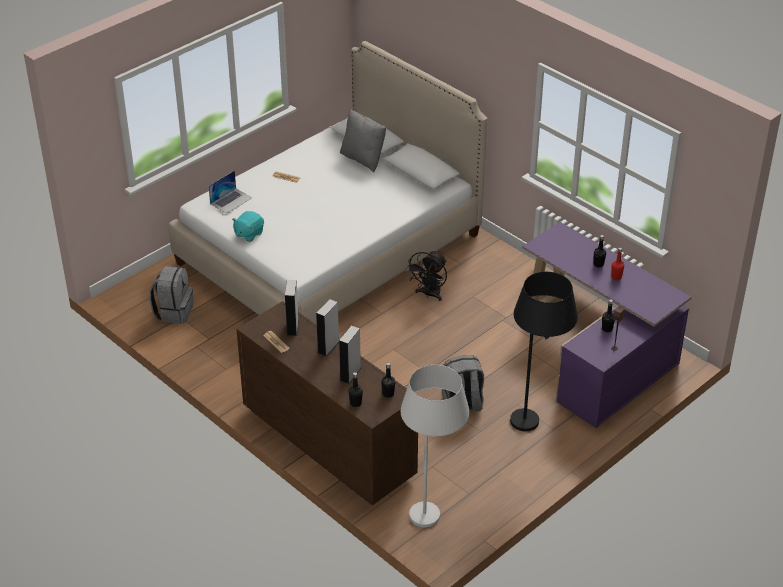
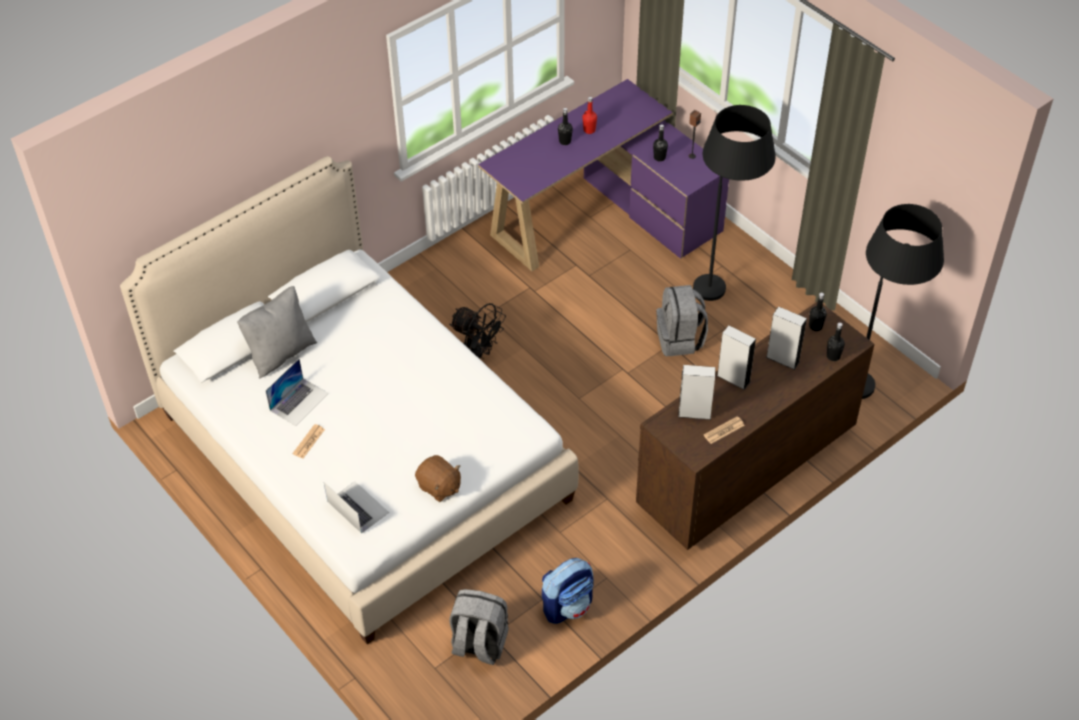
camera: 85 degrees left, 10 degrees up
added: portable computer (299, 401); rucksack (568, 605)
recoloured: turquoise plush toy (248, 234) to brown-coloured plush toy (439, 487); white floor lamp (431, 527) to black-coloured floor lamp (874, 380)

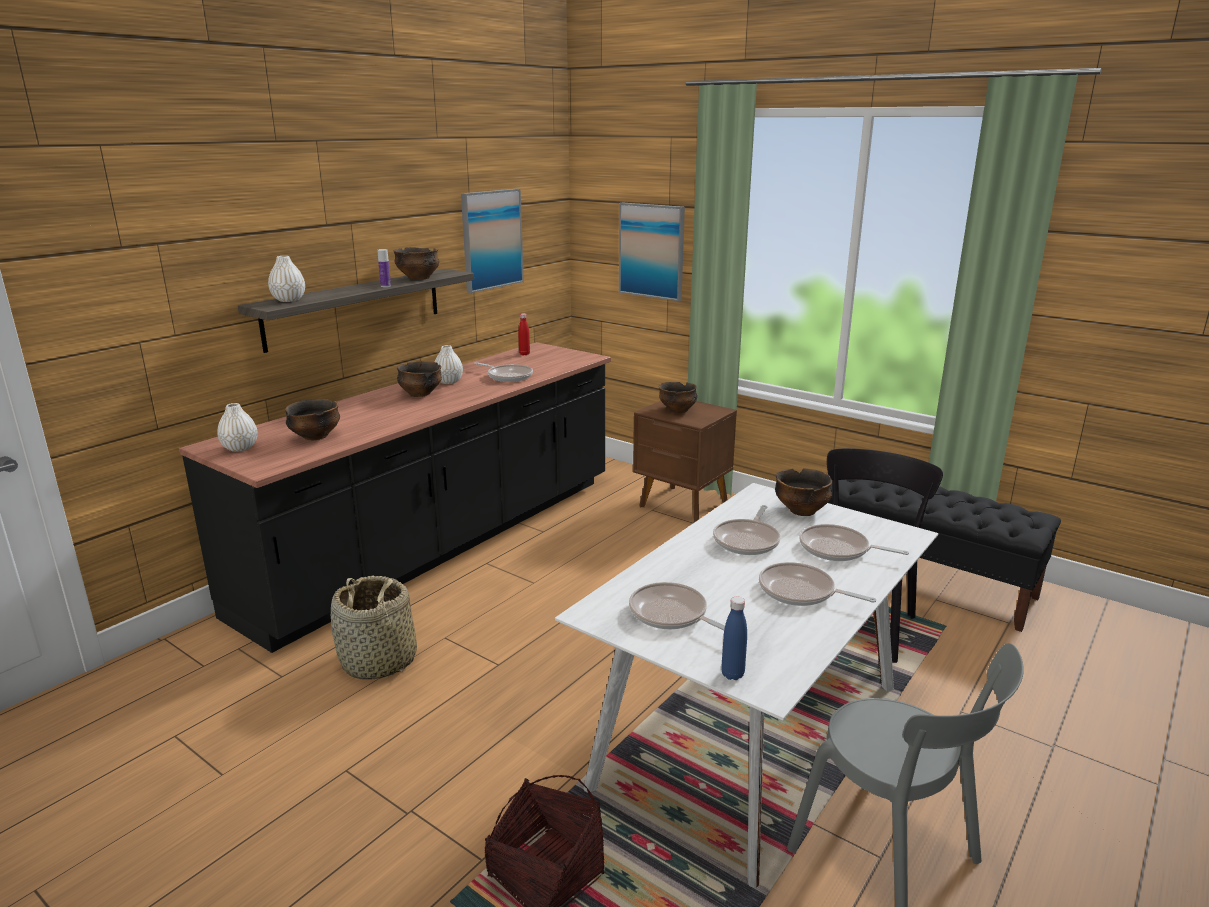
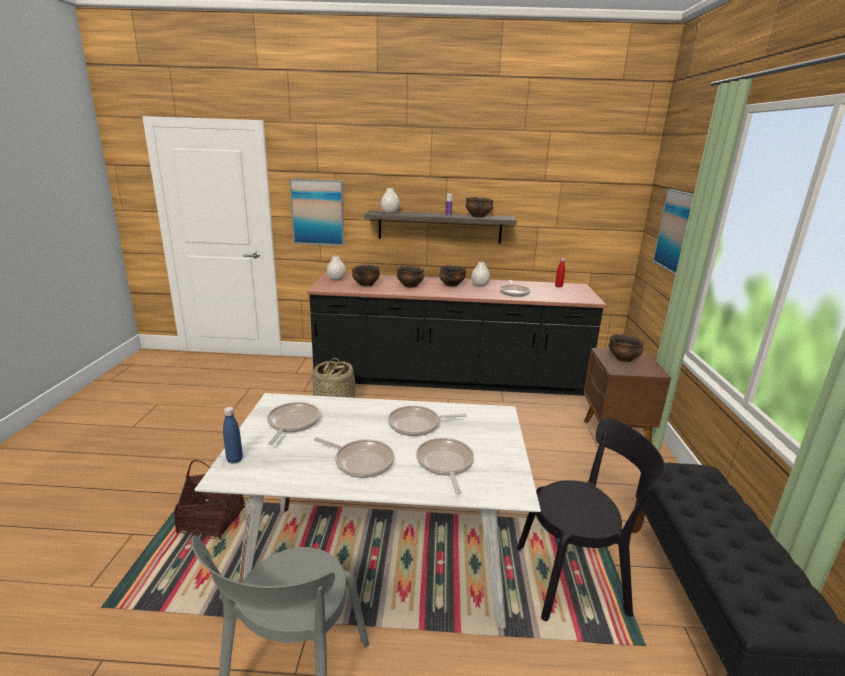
camera: 55 degrees right, 0 degrees up
moved: picture (491, 239) to (318, 212); deep dish (801, 510) to (410, 286)
turned: pan (801, 592) = (361, 461) 120 degrees clockwise

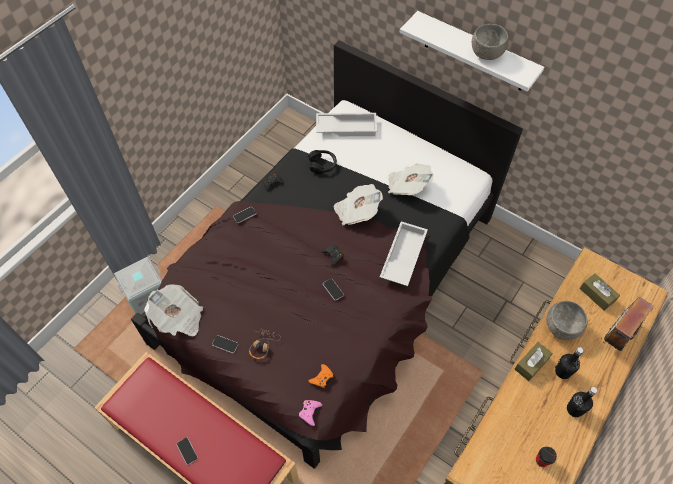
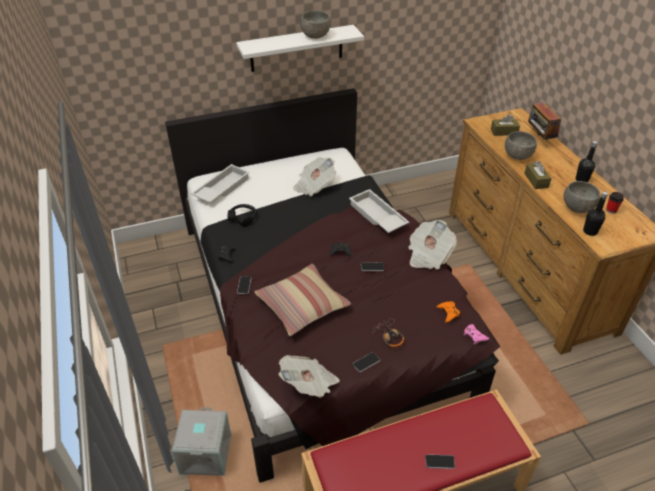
camera: 55 degrees left, 15 degrees down
added: pillow (302, 305); greyish deep dish (577, 208)
moved: printed paper (356, 211) to (428, 255); black-coloured bottle (562, 372) to (590, 231)

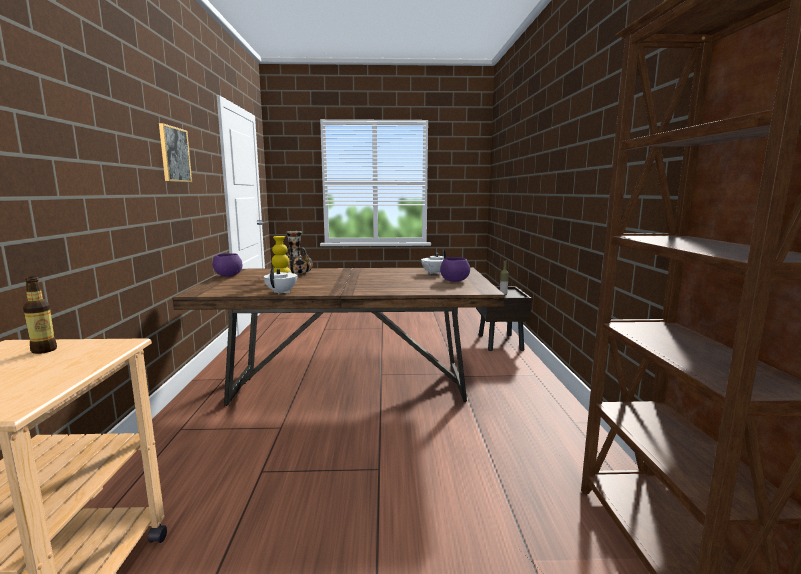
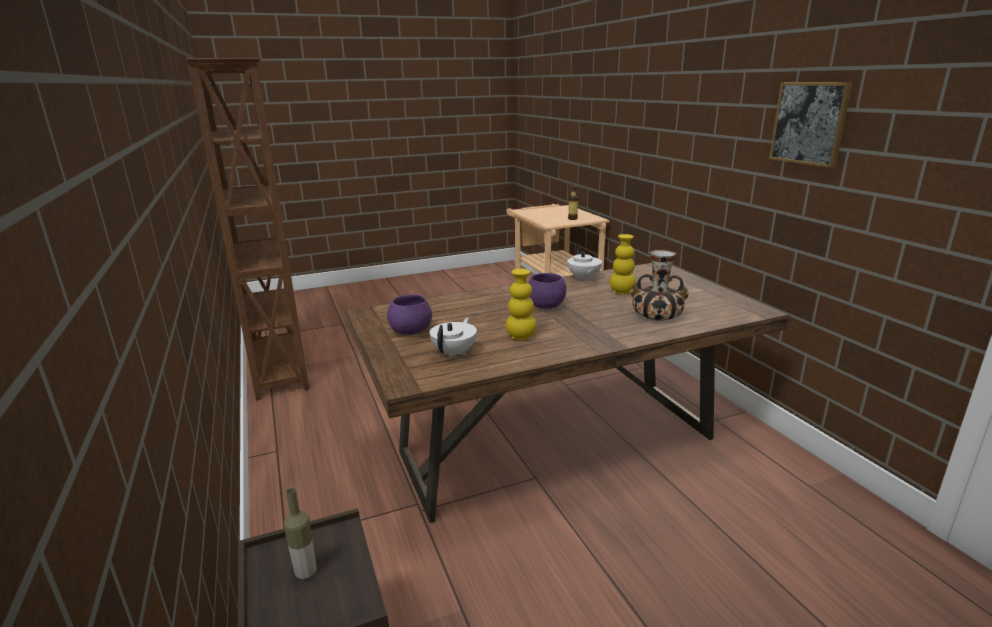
camera: 160 degrees right, 10 degrees up
added: yellowish flower vase (521, 337)
moved: purple-coloured deep dish (228, 275) to (545, 306)

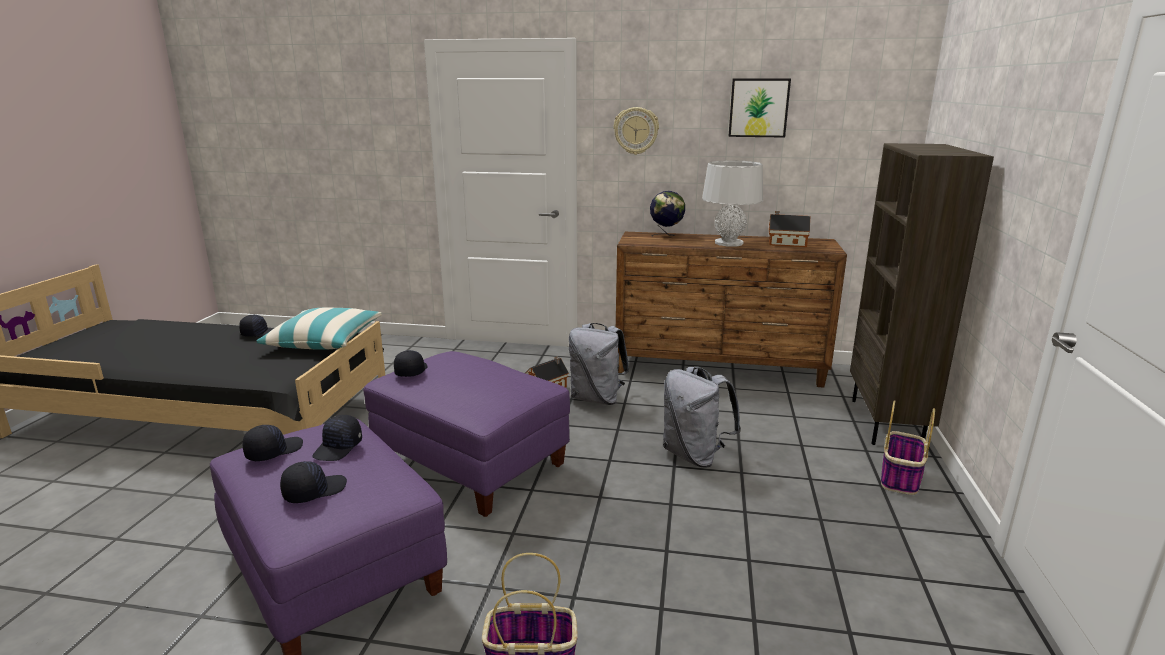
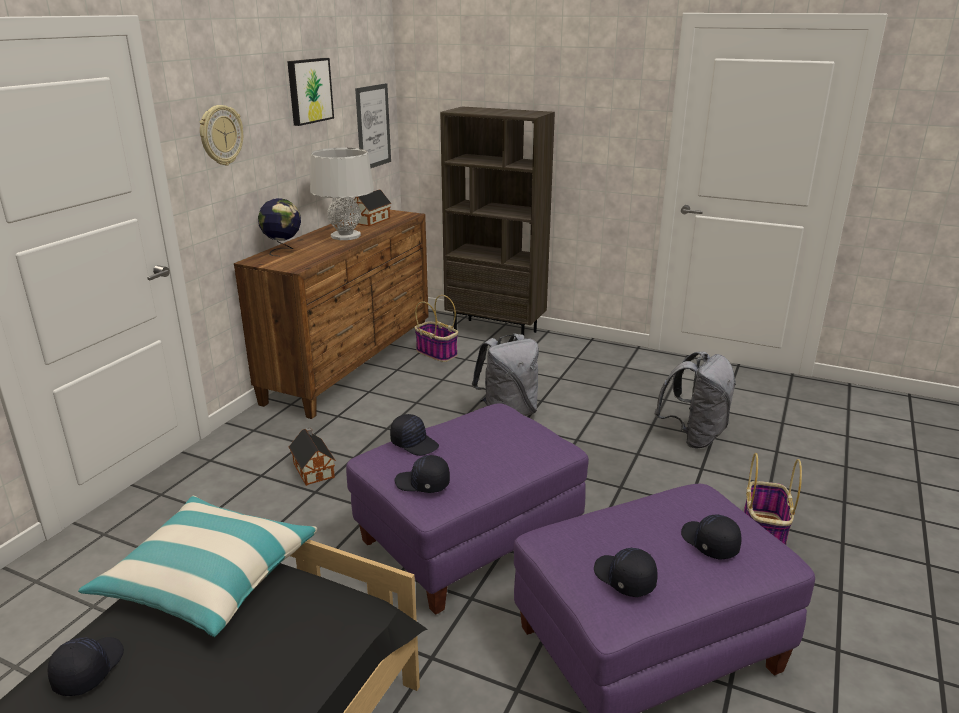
camera: 75 degrees left, 5 degrees up
added: picture (373, 126)
moved: black-coloured peaked cap (339, 448) to (414, 443); greyish rucksack (597, 399) to (694, 436); household basket (900, 478) to (437, 353)

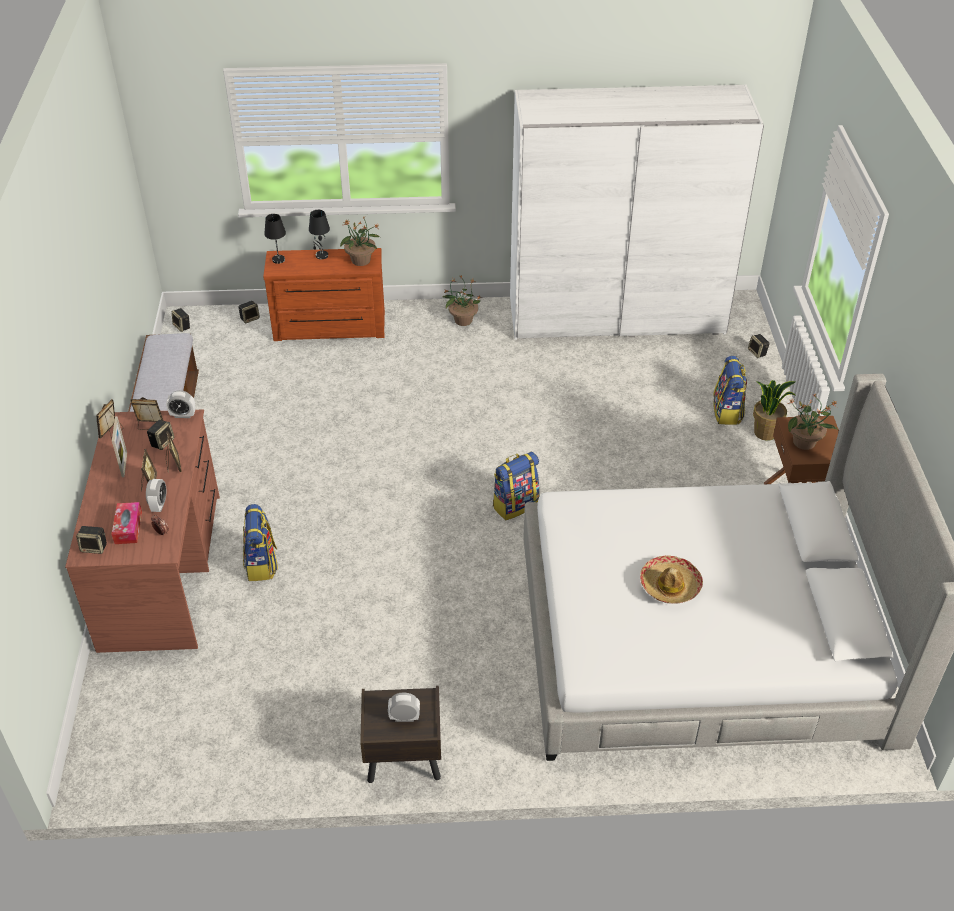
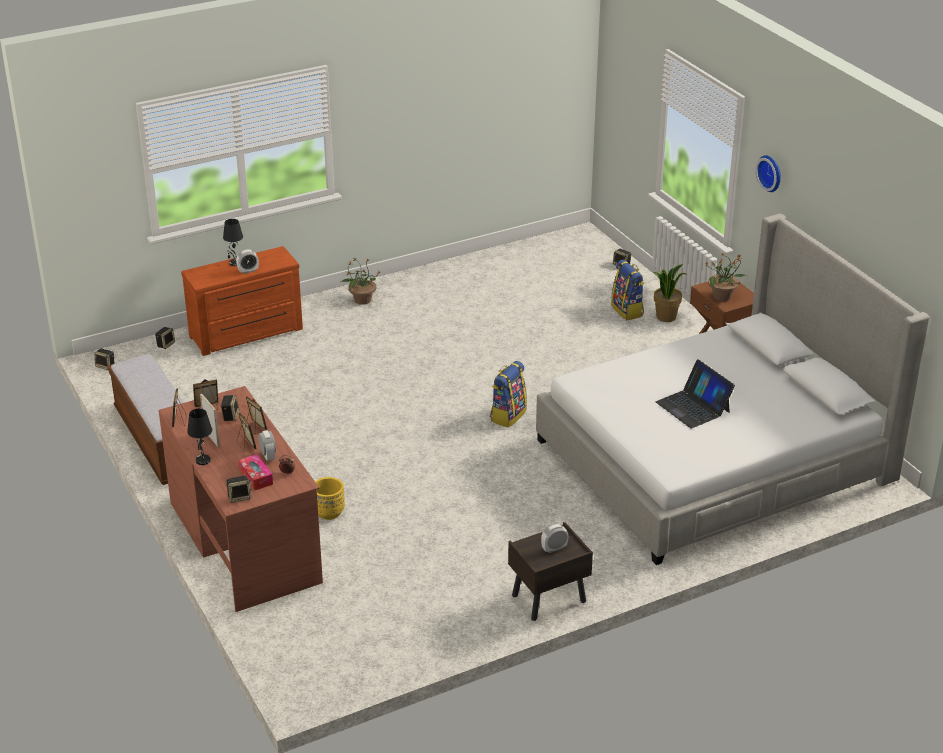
camera: 25 degrees left, 10 degrees down
removed: houseplant (361, 261); white clothes cupboard (616, 316)
added: clock on the wall (771, 173)
moved: table clock (183, 415) to (248, 271); black-coloured lamp for a table (278, 259) to (202, 460)
replaced: rucksack (262, 564) to yellowish flower pot (329, 513); clothing hat (669, 585) to portable computer (693, 407)

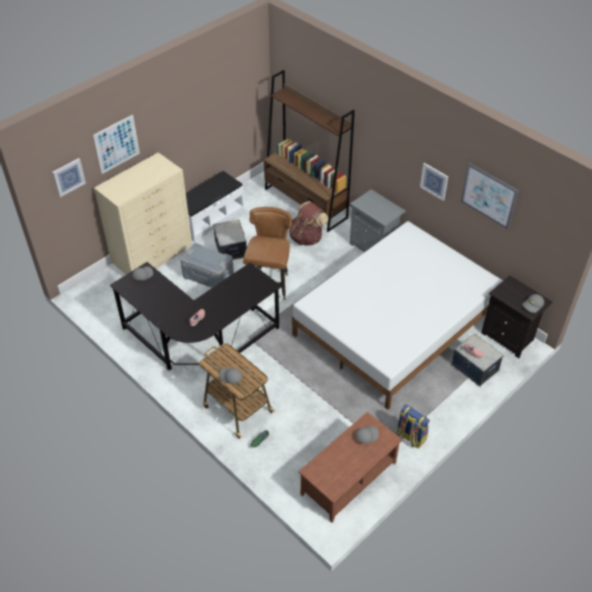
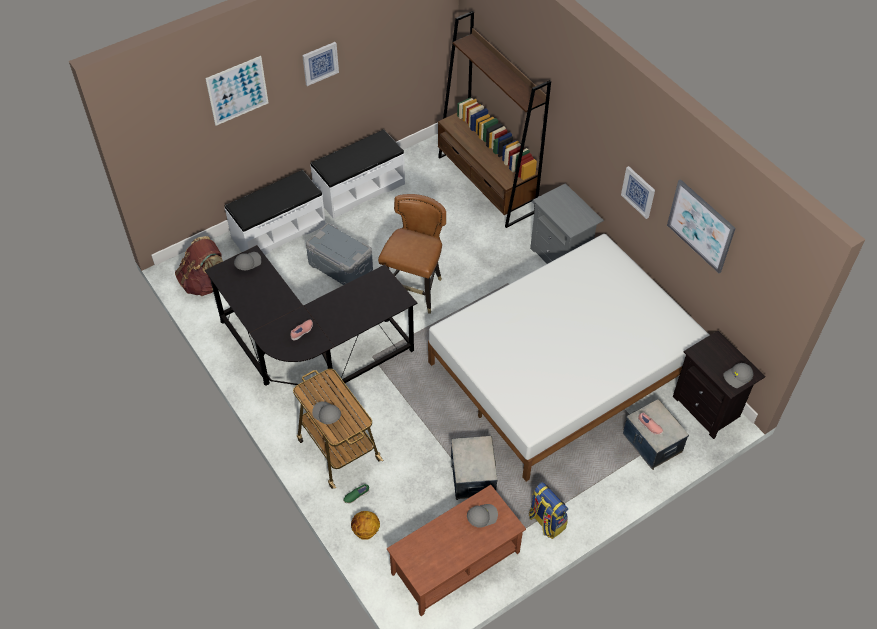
camera: 10 degrees right, 5 degrees up
added: ball for basketball (365, 531)
moved: picture (68, 177) to (320, 63); storage bin (230, 249) to (472, 476); brown-coloured rucksack (307, 238) to (204, 283)
replaced: beige-coloured drawer chest (153, 257) to white bench (278, 231)

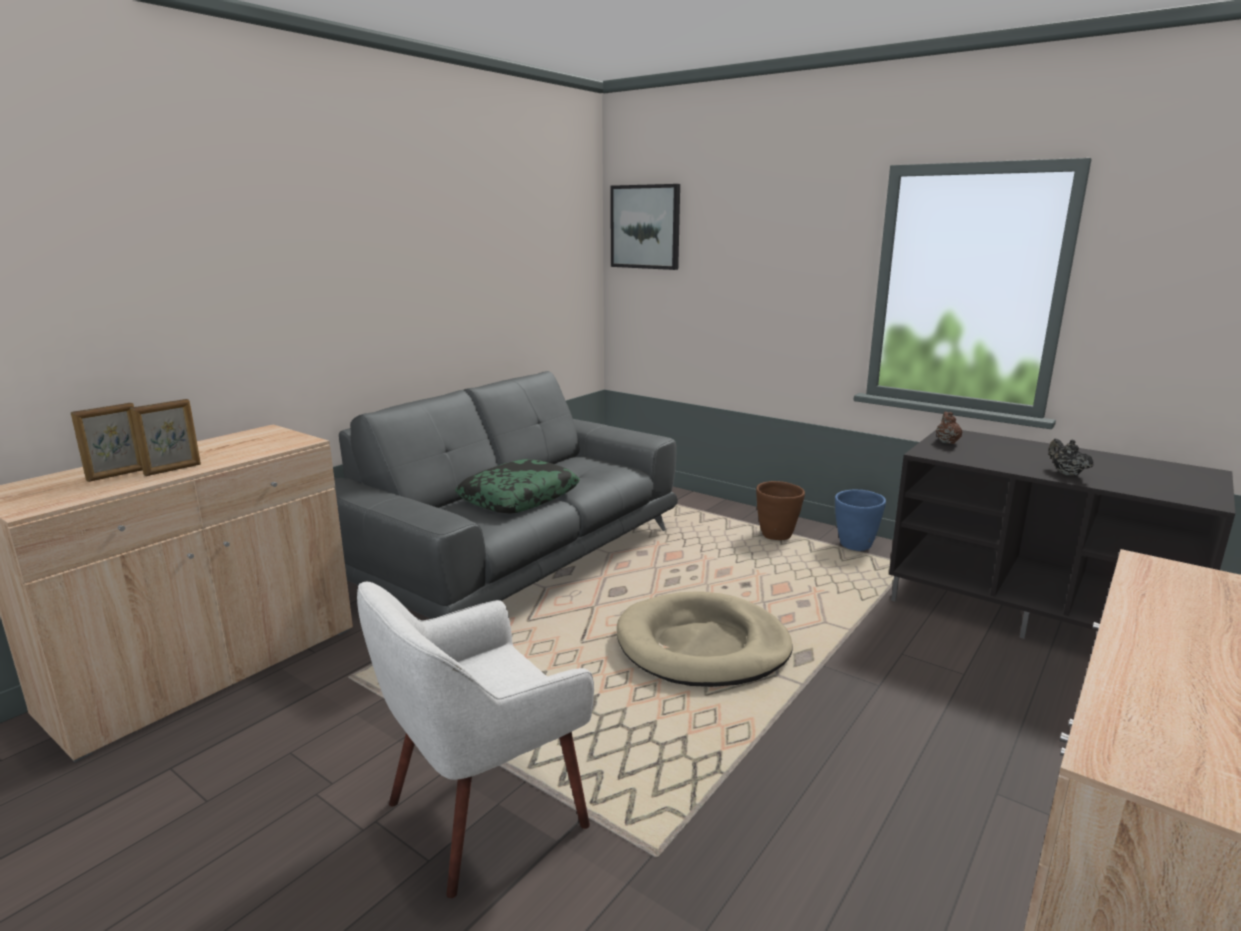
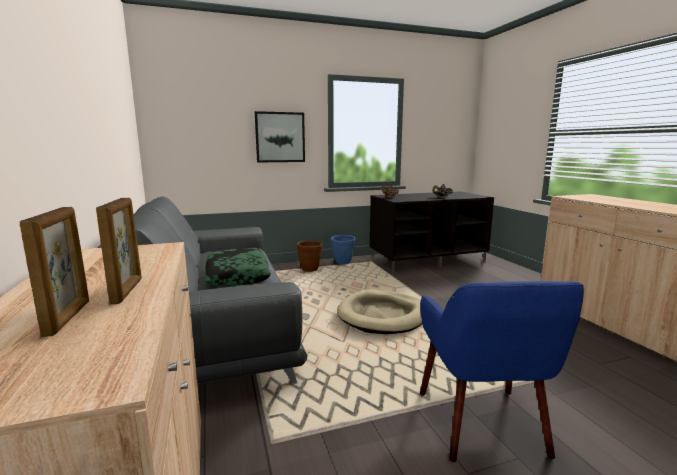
camera: 55 degrees left, 5 degrees down
moved: picture (645, 227) to (280, 137)
recoloured: white easy chair (483, 813) to blue easy chair (482, 423)

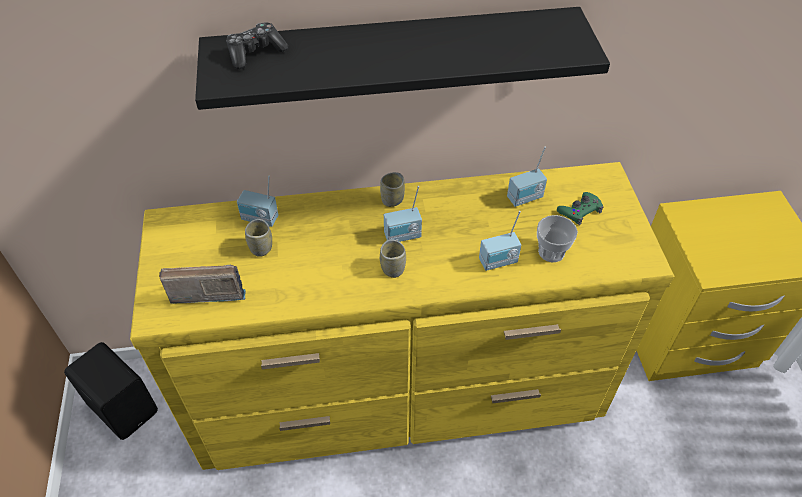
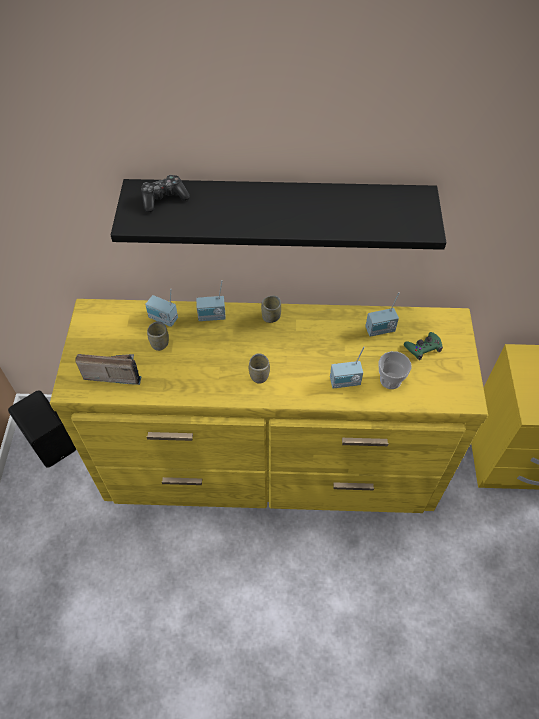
camera: 10 degrees right, 5 degrees up
moved: radio receiver (403, 236) to (212, 317)

